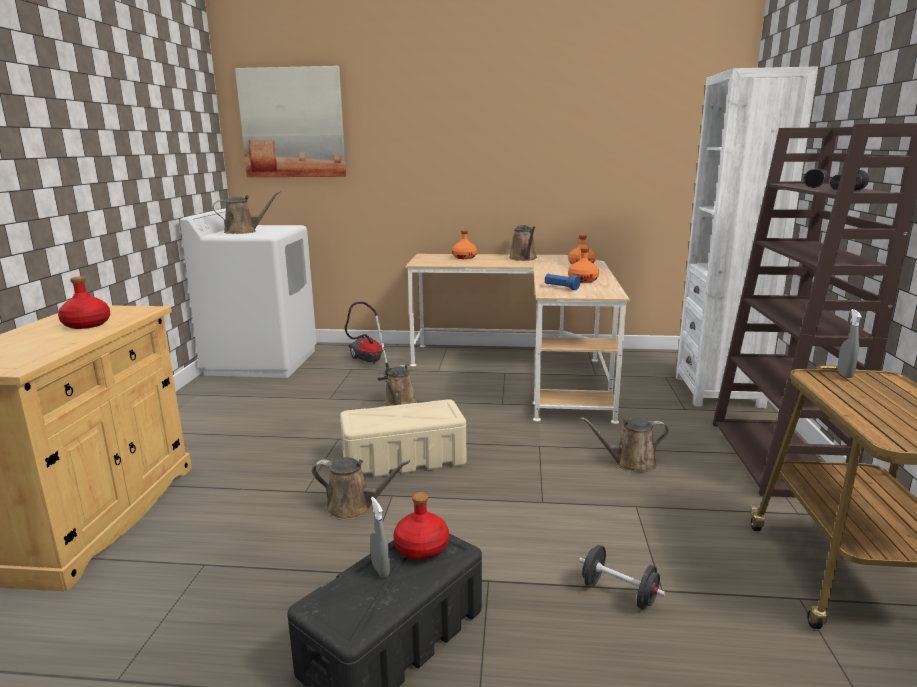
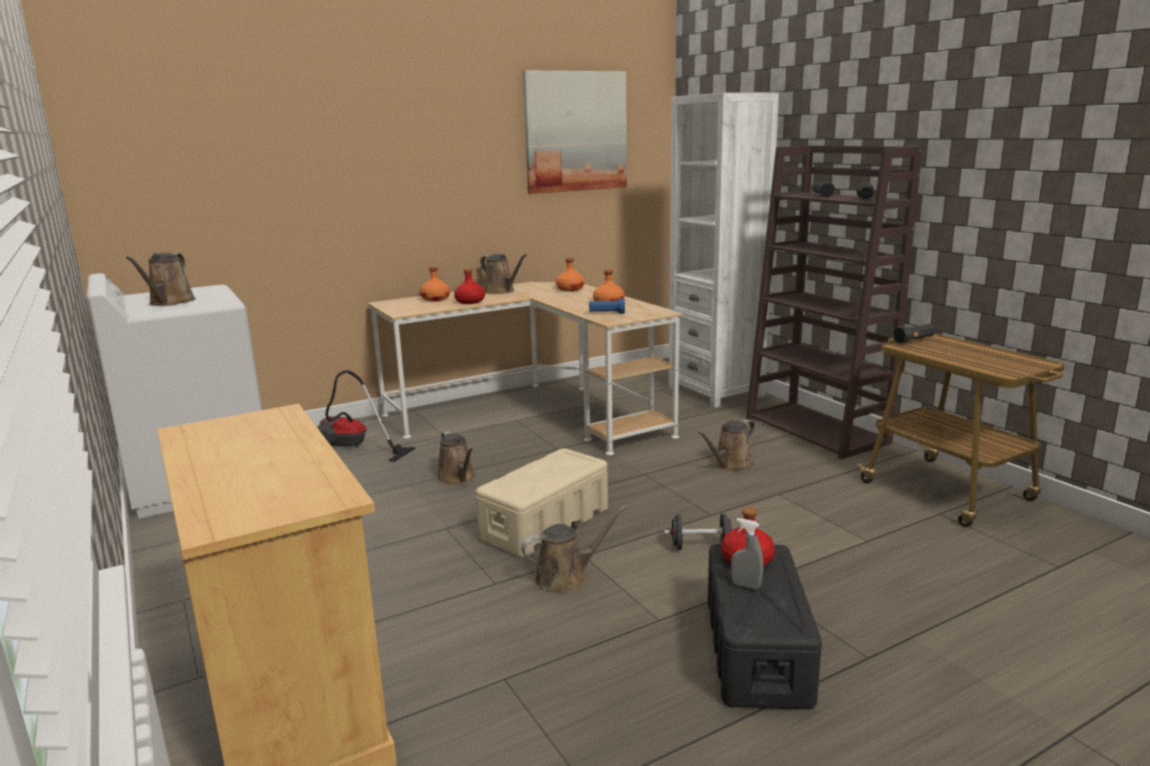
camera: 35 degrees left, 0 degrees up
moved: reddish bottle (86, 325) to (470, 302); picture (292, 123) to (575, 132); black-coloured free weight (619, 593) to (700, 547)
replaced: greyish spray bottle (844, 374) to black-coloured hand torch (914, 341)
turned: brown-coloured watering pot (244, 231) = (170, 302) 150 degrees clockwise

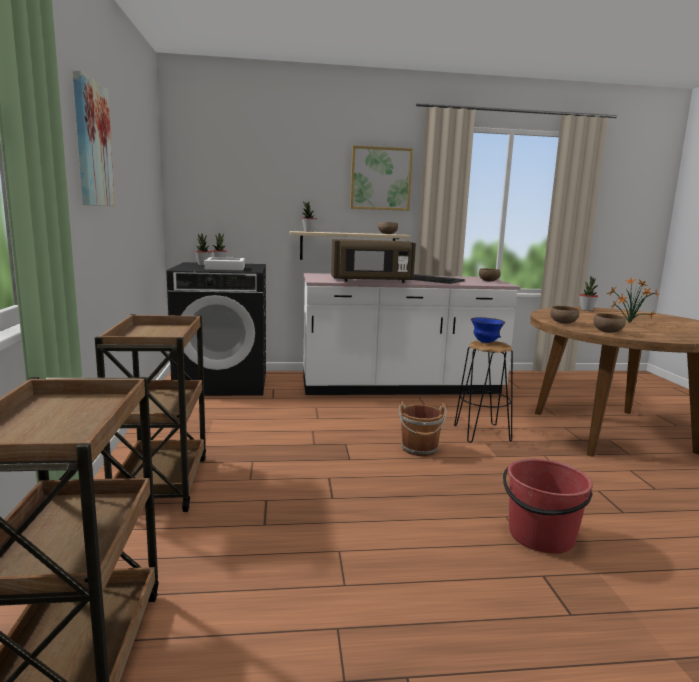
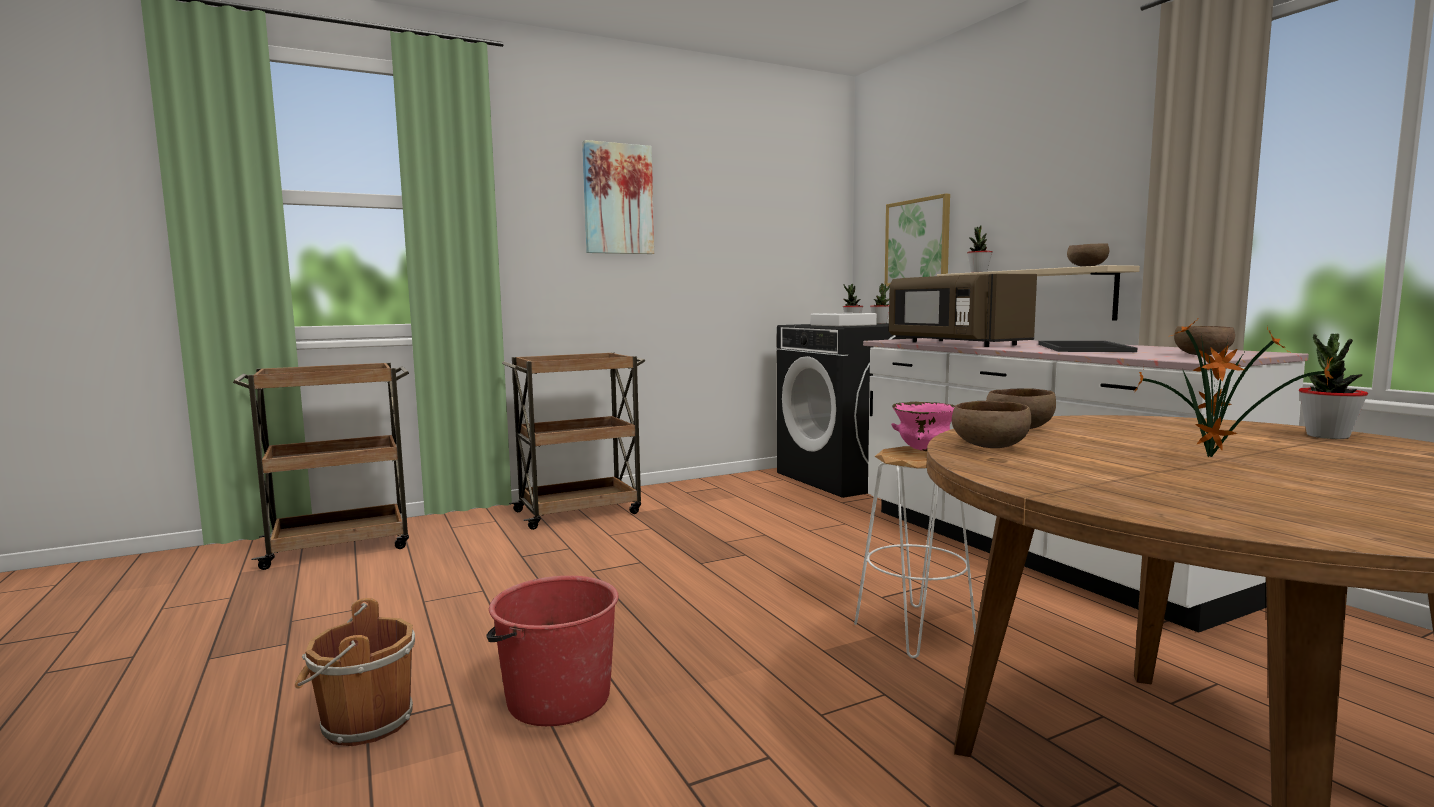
camera: 70 degrees right, 5 degrees down
moved: picture (380, 178) to (917, 242); brown-coloured bucket (420, 449) to (363, 723)
recoloured: black-coloured stool (481, 433) to white stool (915, 630); blue deep dish (485, 342) to pinkish deep dish (923, 450)

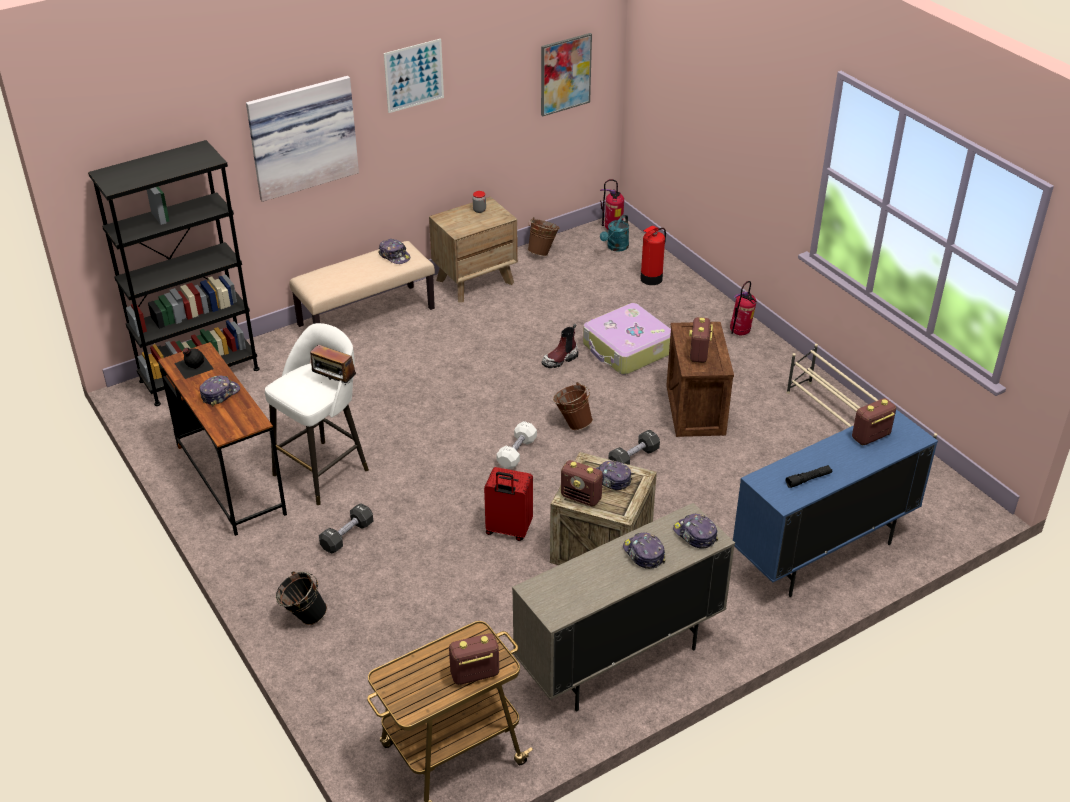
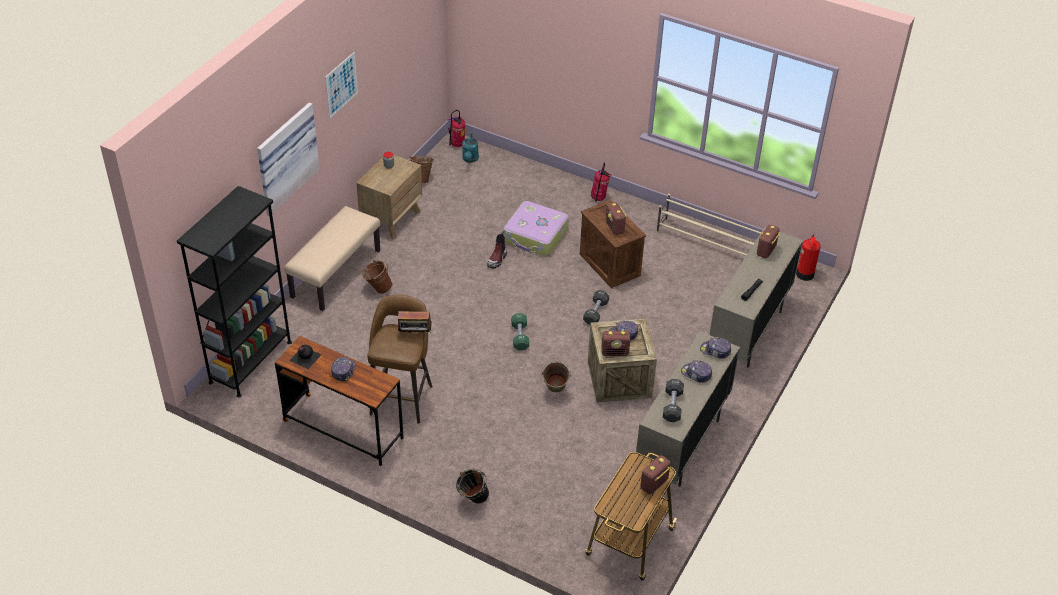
camera: 30 degrees left, 5 degrees up
removed: peaked cap (394, 256); picture (565, 74)
moved: black-coloured free weight (347, 536) to (672, 406); brown-coloured bucket (572, 423) to (377, 289); fire-fighting cylinder (651, 279) to (804, 274)
replaced: reddish travel case (508, 530) to green-coloured bucket (555, 391)
recoloured: white stool (323, 471) to brown-coloured stool (402, 398); white free weight (517, 452) to green-coloured free weight (520, 337); blue cupboard (822, 554) to beige-coloured cupboard (748, 333)

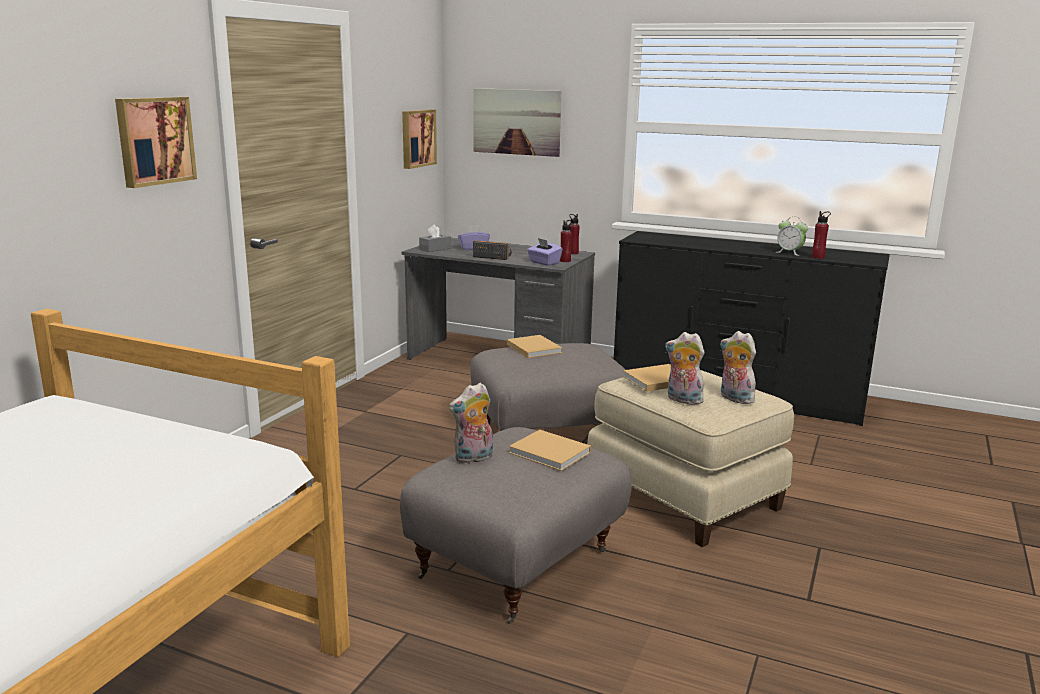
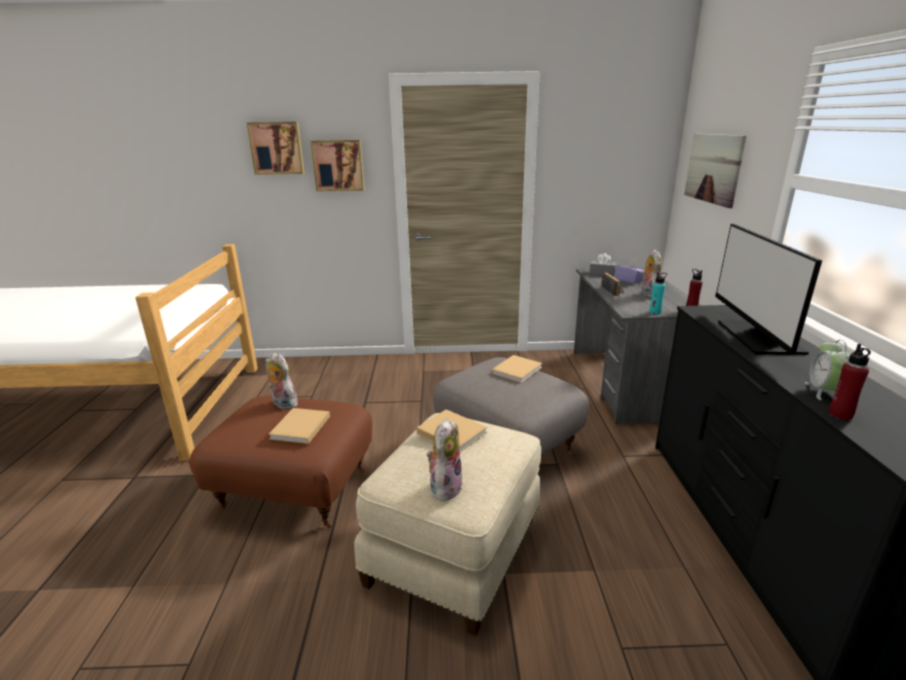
camera: 65 degrees right, 5 degrees up
removed: purple-coloured tissue box (544, 263)
added: computer screen (757, 337)
moved: picture (417, 138) to (277, 148); plush toy (682, 400) to (648, 294)
recoloured: greyish ottoman (518, 566) to brown-coloured ottoman (294, 492); reddish bottle (565, 261) to turquoise bottle (655, 312)

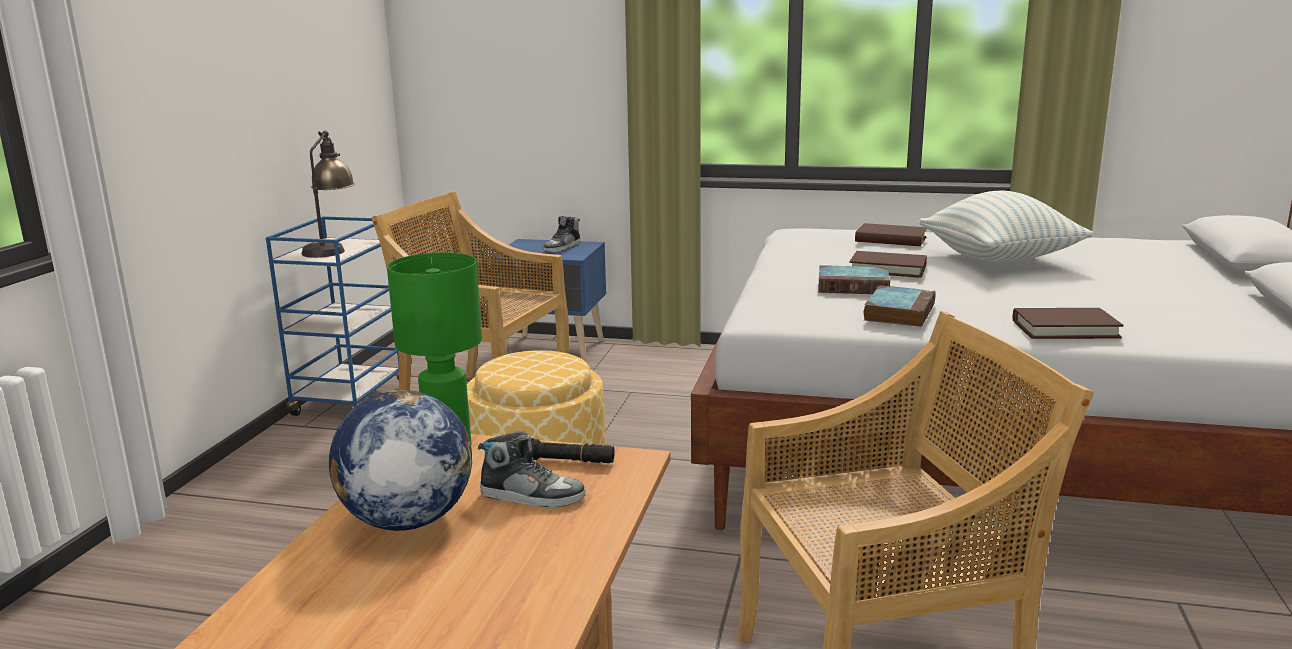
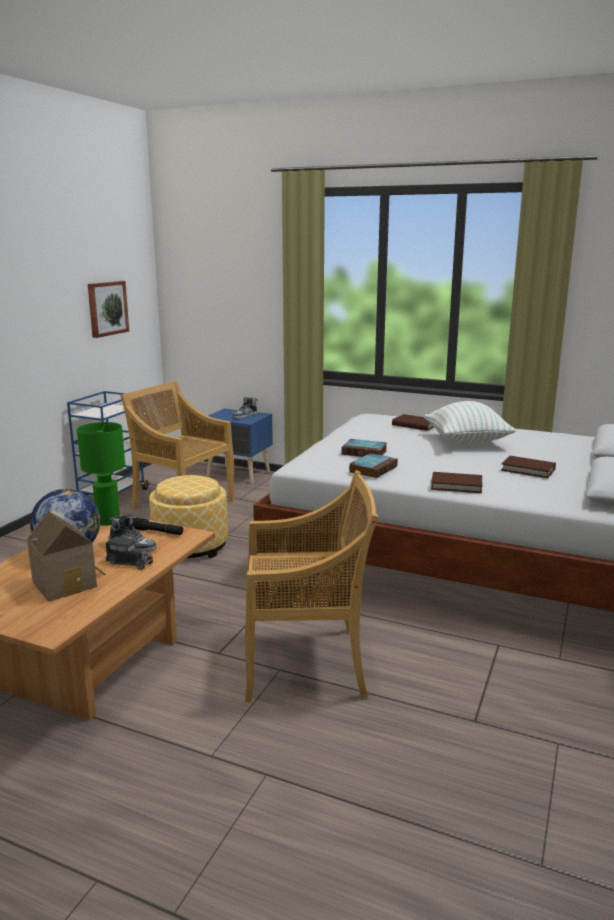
camera: 10 degrees right, 0 degrees up
removed: lamp for a table (331, 248)
added: miniature house (67, 583); picture (107, 308); toy truck (128, 562)
moved: brown-coloured book (887, 269) to (528, 470)

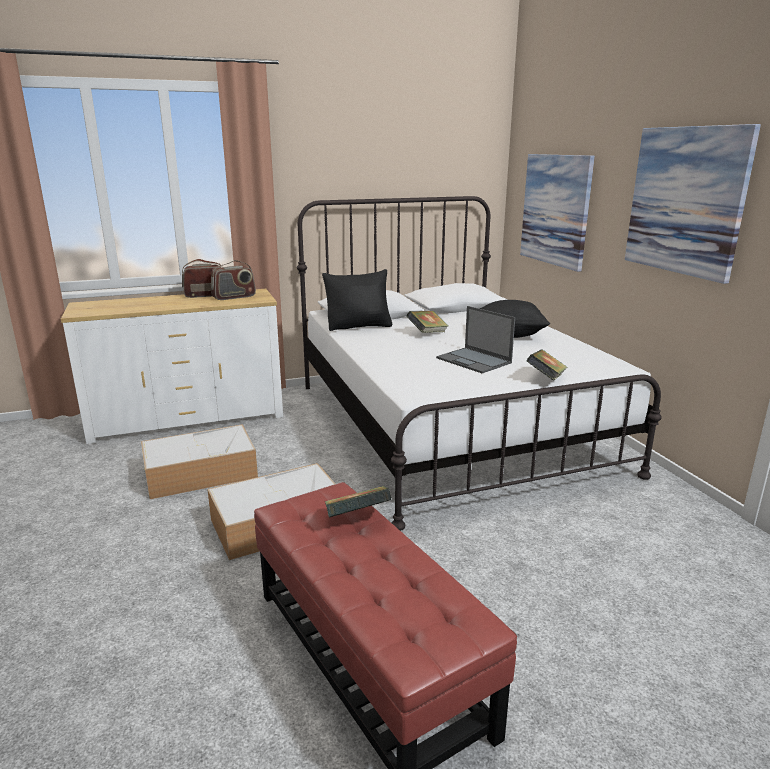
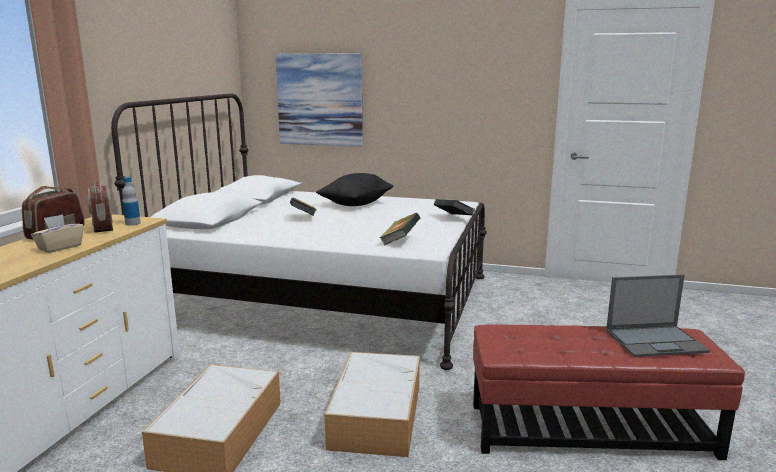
camera: 55 degrees left, 5 degrees down
removed: black-coloured pillow (359, 326); picture (685, 201)
added: beige-coloured tissue box (60, 247); bottle (133, 223)
moved: book (357, 519) to (400, 241); portable computer (474, 360) to (656, 341)
turned: radio receiver (234, 297) = (102, 227) 150 degrees clockwise

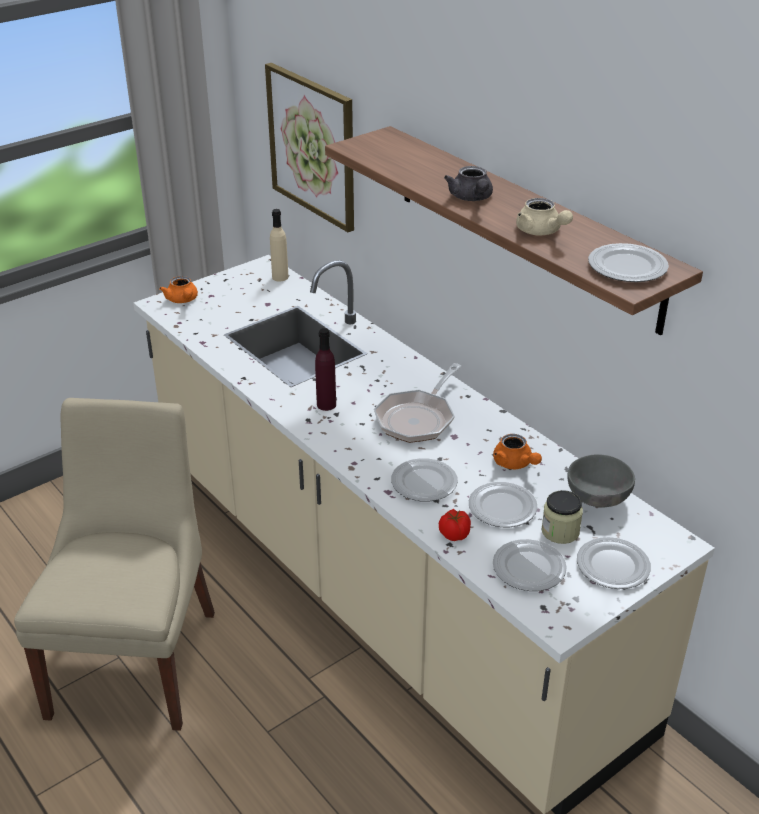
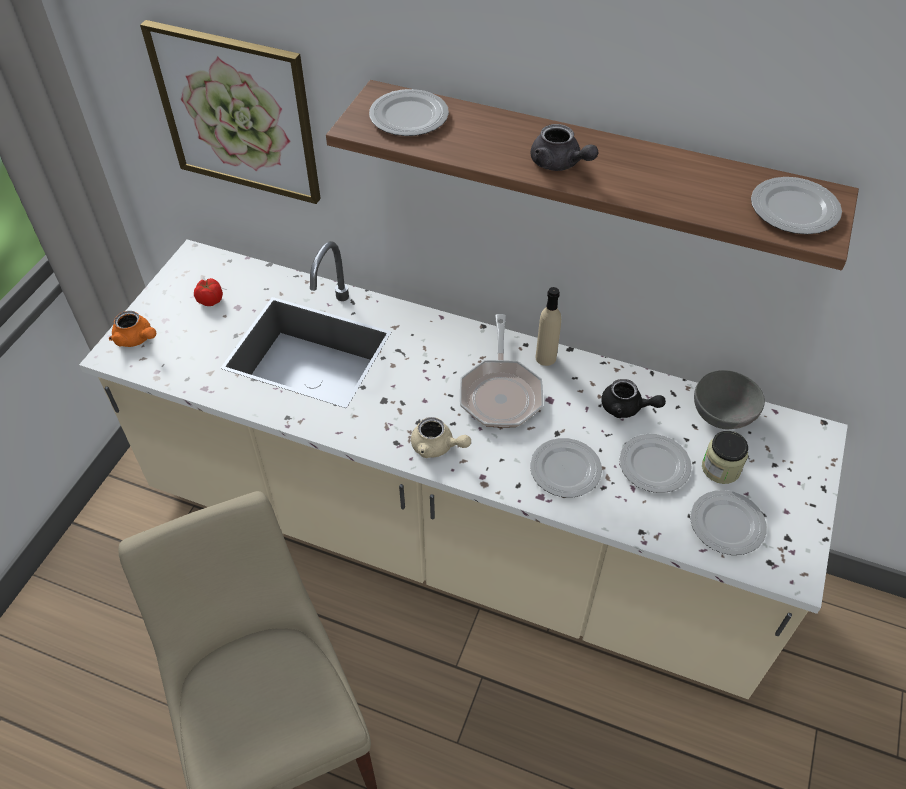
camera: 30 degrees left, 15 degrees up
removed: purple-coloured bottle (326, 404)
moved: beige-coloured bottle (280, 277) to (545, 357); tomato (453, 534) to (210, 300); beige-coloured teapot (541, 232) to (437, 447); flat dish (613, 566) to (410, 117)
recoloured: orangey teapot (515, 464) to black-coloured teapot (627, 408)

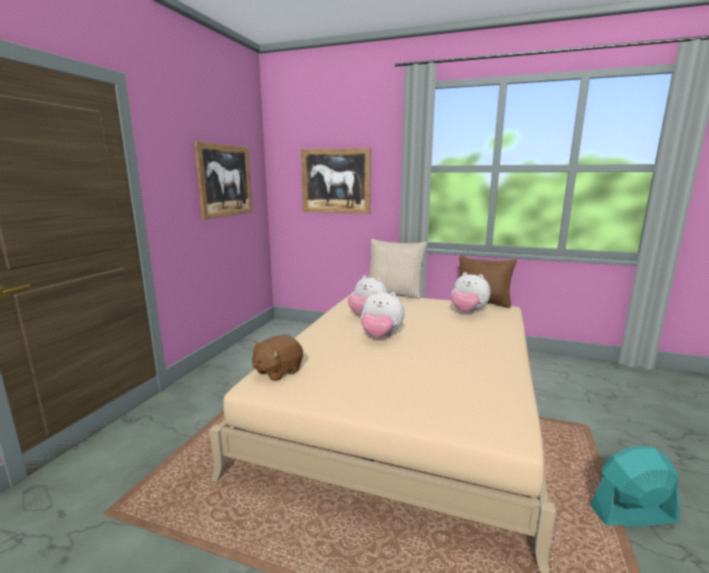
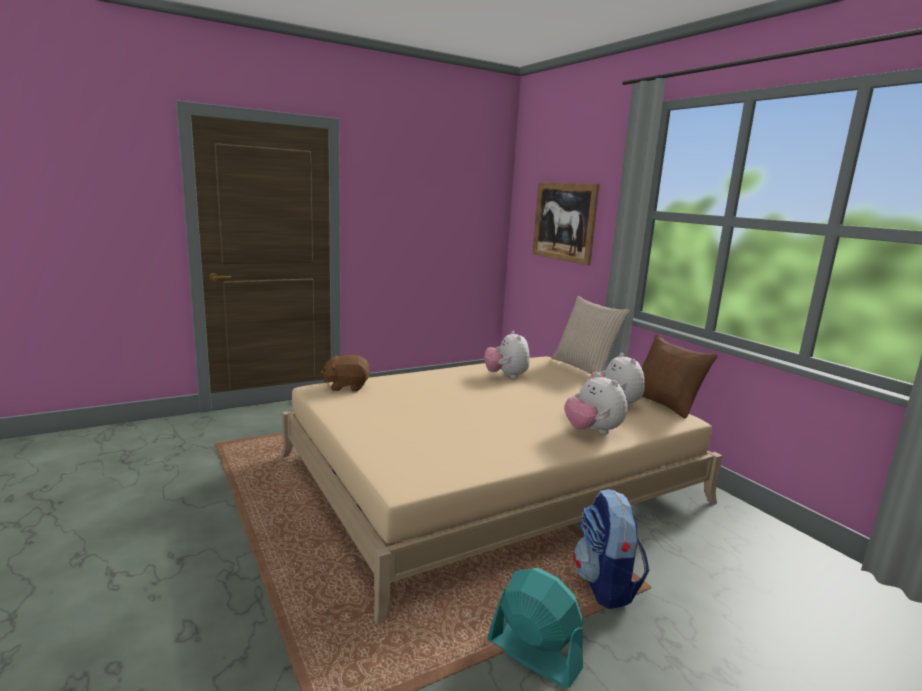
camera: 40 degrees right, 0 degrees up
removed: picture (225, 180)
added: rucksack (606, 585)
moved: plush toy (380, 336) to (592, 431)

